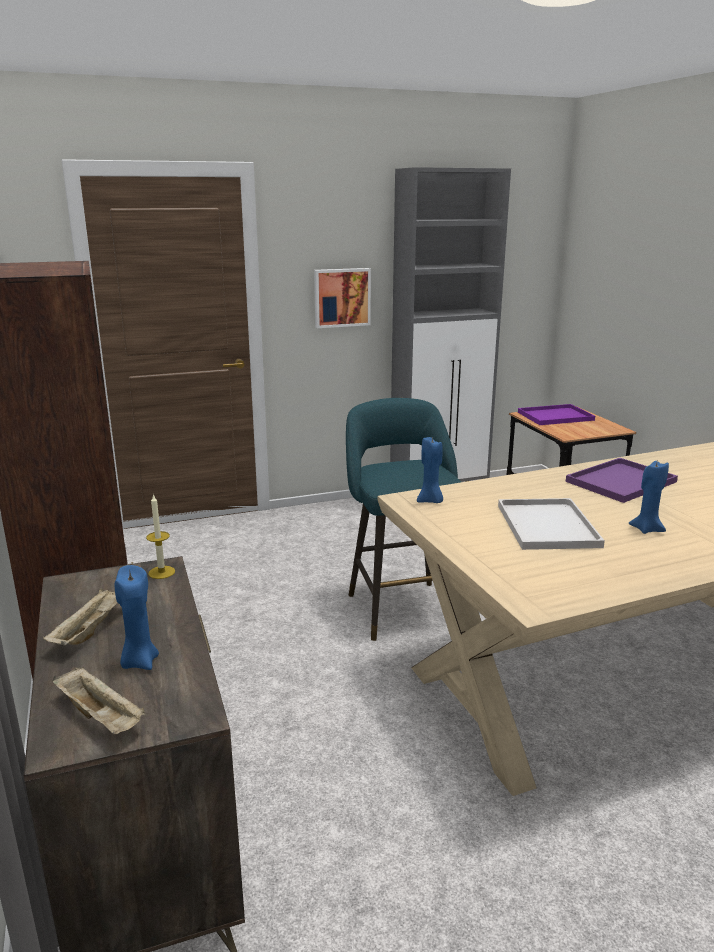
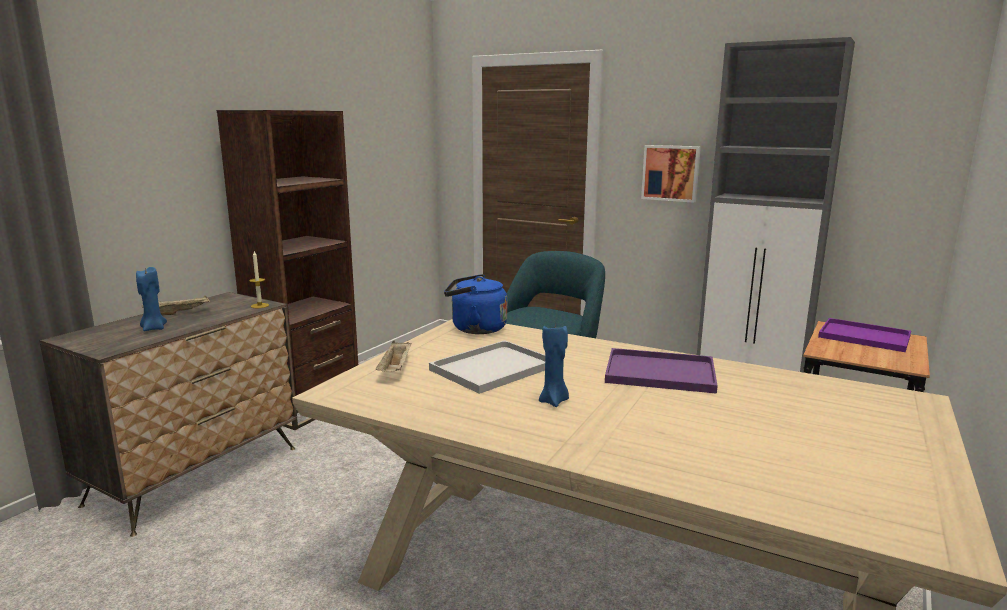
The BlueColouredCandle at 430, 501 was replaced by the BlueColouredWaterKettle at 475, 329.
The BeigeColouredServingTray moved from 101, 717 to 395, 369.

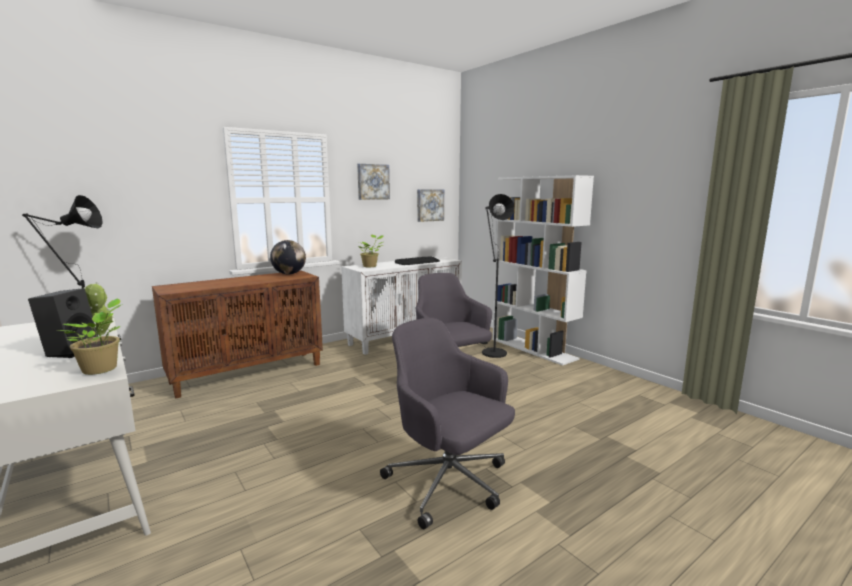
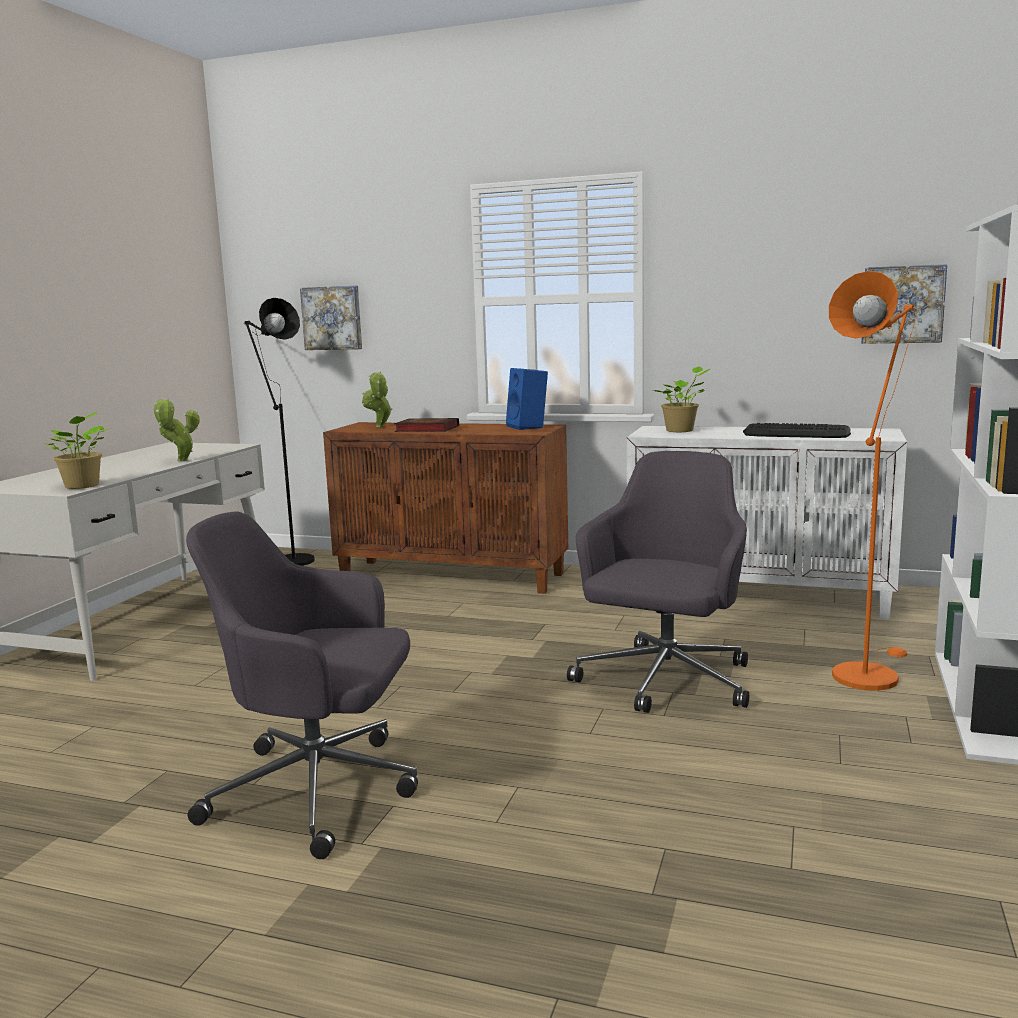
The WallPicture moved from 372, 182 to 332, 318.
The BlackishStandardLamp at 491, 351 became the OrangeyStandardLamp at 867, 673.
The DeskGlobe at 289, 274 was replaced by the BlueColouredAudioSpeaker at 528, 427.
The BlackishAudioSpeaker at 71, 351 disappeared.
The GreyishOfficeChair at 449, 483 turned 90 degrees counterclockwise.
The PottedPlant at 380, 427 appeared.
The Book at 425, 429 appeared.

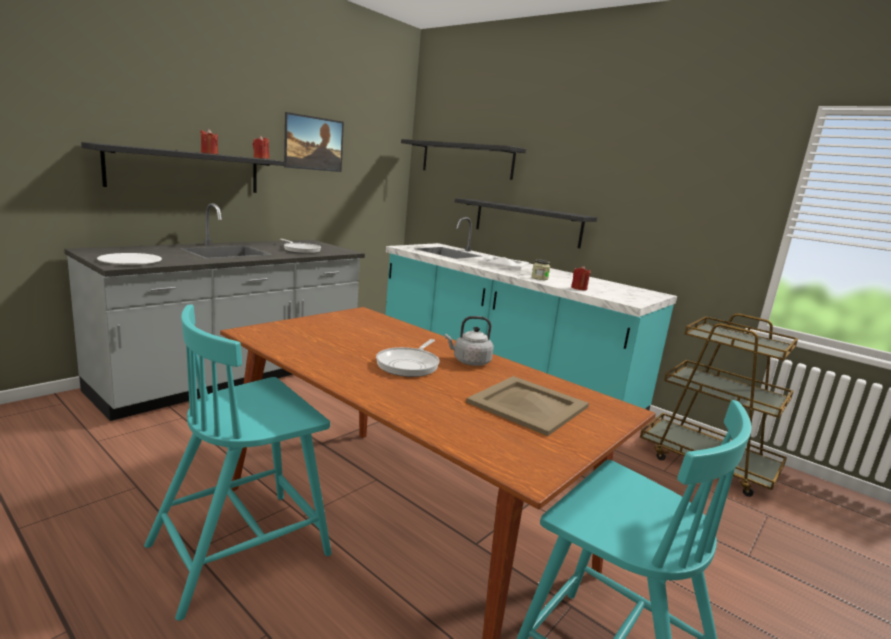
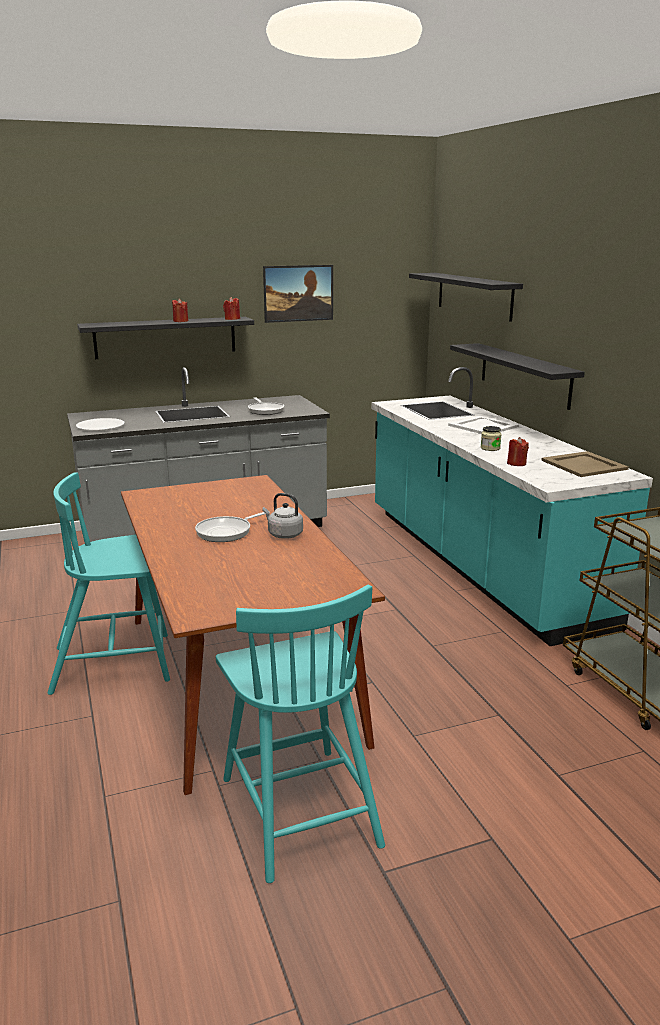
The BeigeColouredServingTray moved from 529, 404 to 584, 465.

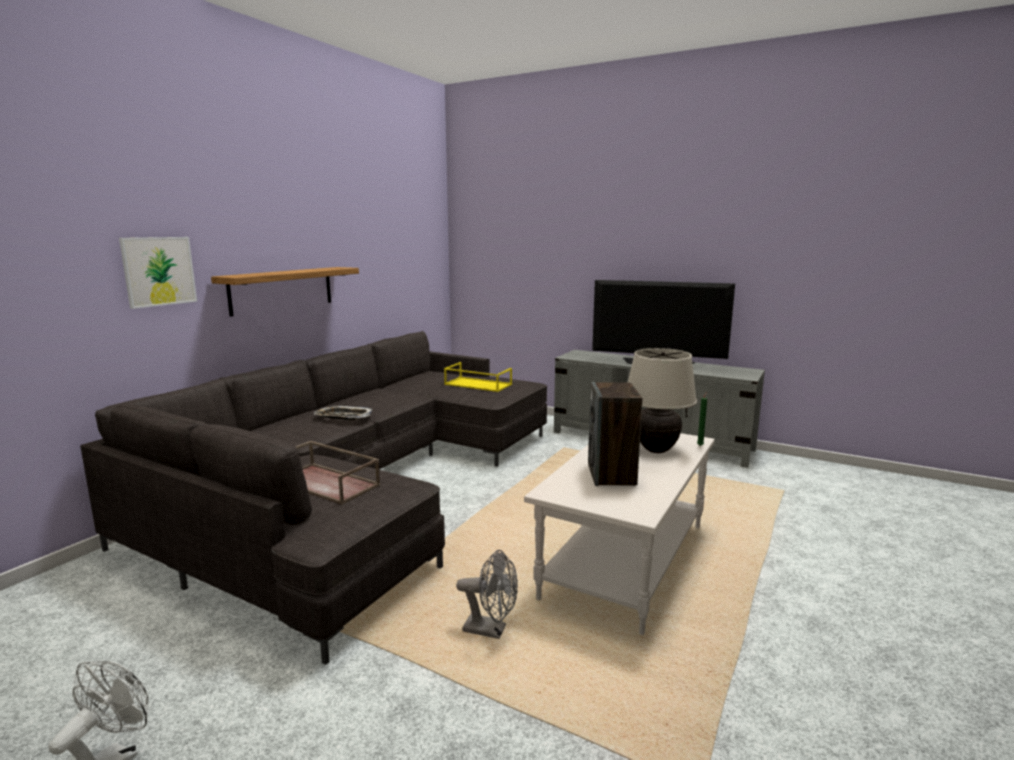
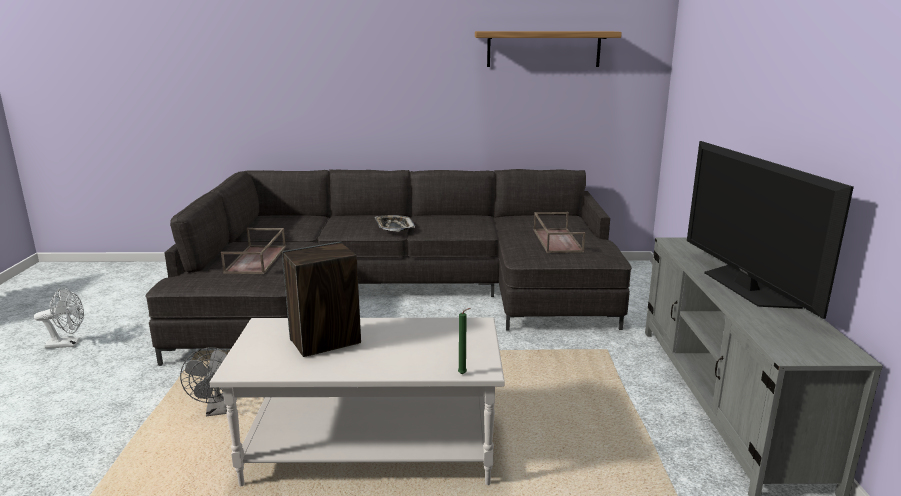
The WallPicture at 159, 271 disappeared.
The Shelf moved from 282, 290 to 543, 49.
The BeigeColouredLampForATable at 656, 450 disappeared.
The YellowColouredServingTray at 477, 384 became the BrownColouredServingTray at 556, 240.

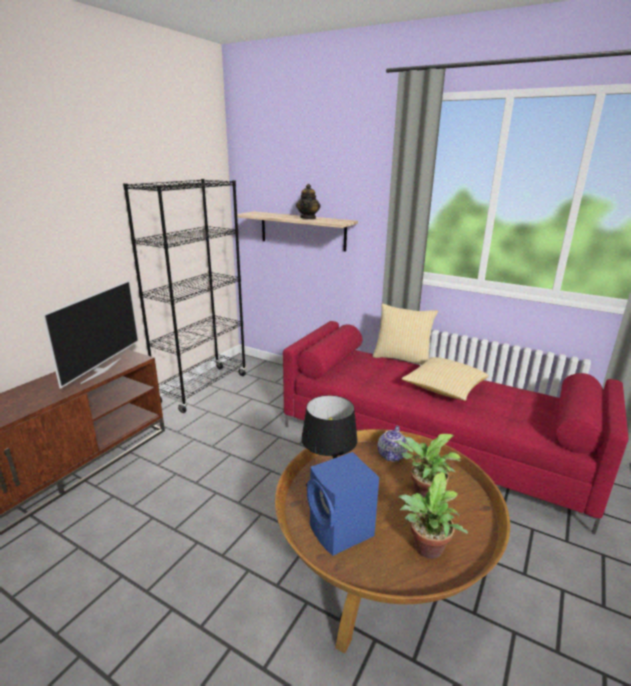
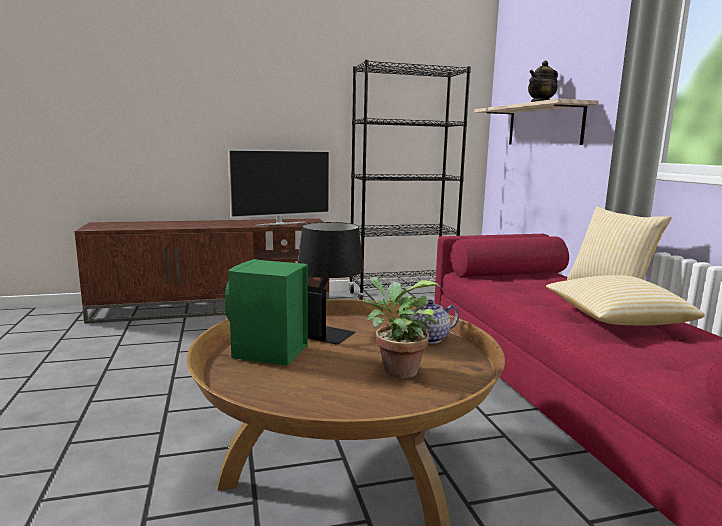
The BlueColouredAudioSpeaker at 342, 532 became the GreenishAudioSpeaker at 268, 353.
The PottedPlant at 427, 551 disappeared.

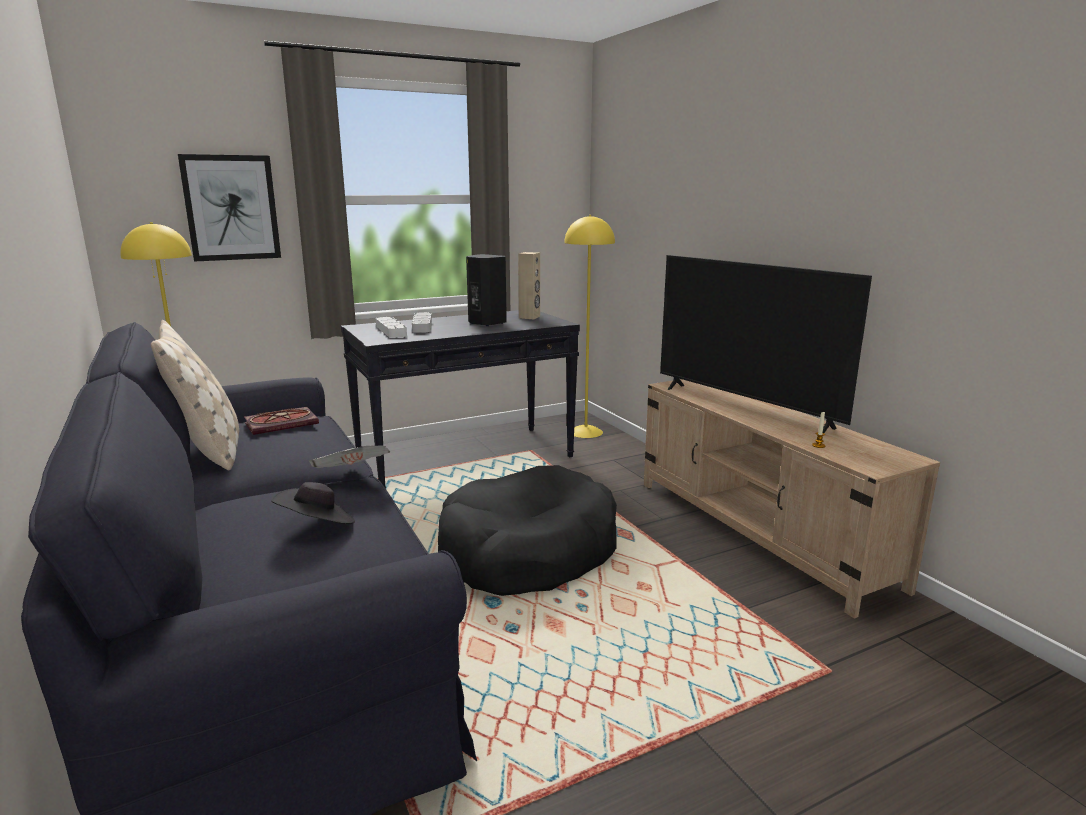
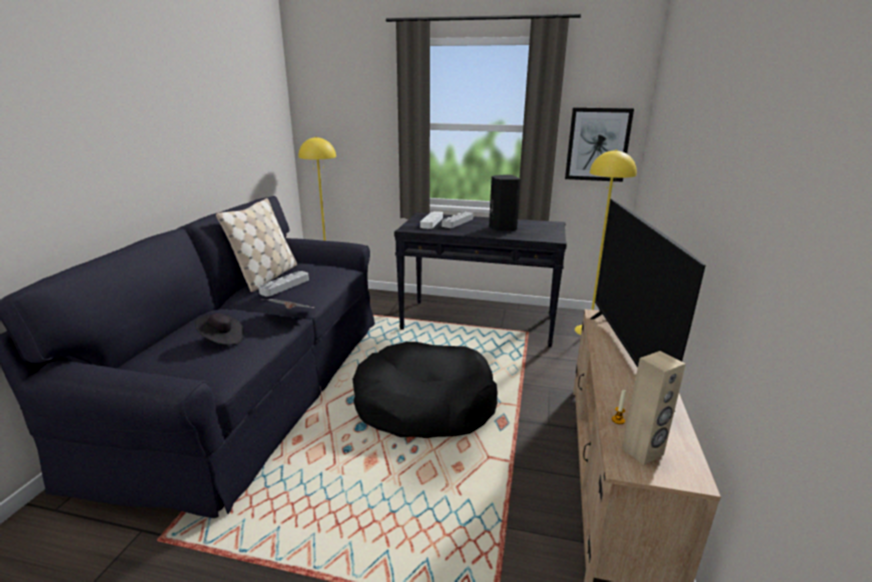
The WallPicture moved from 231, 208 to 597, 144.
The BeigeColouredAudioSpeaker moved from 529, 317 to 643, 452.
The Book at 283, 423 disappeared.
The GreyishServingTray at 285, 286 appeared.

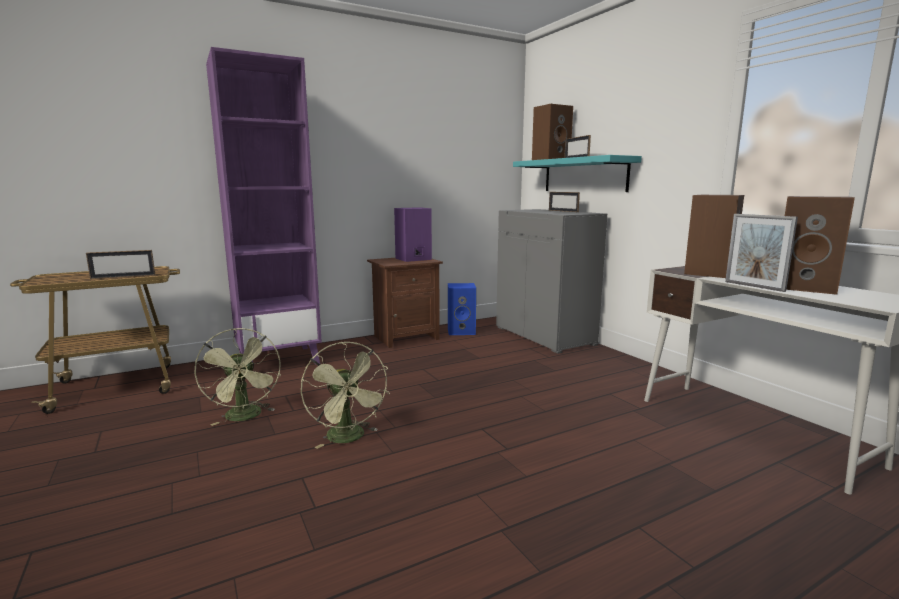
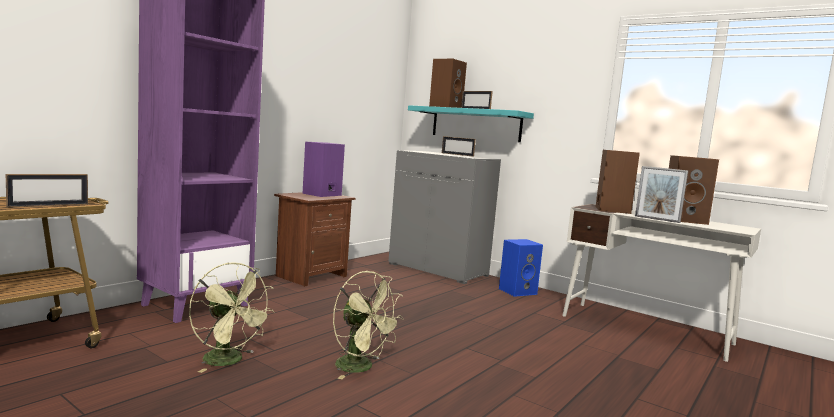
The BlueColouredAudioSpeaker moved from 462, 331 to 518, 291.

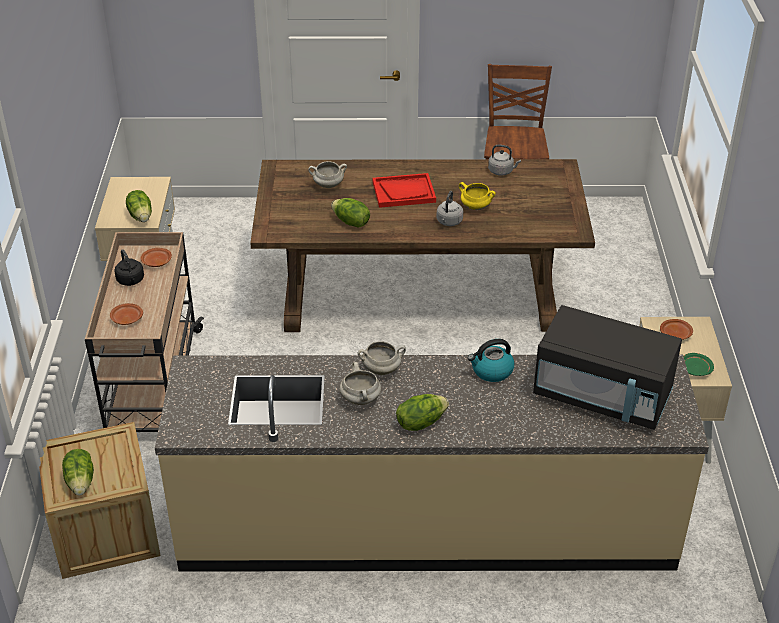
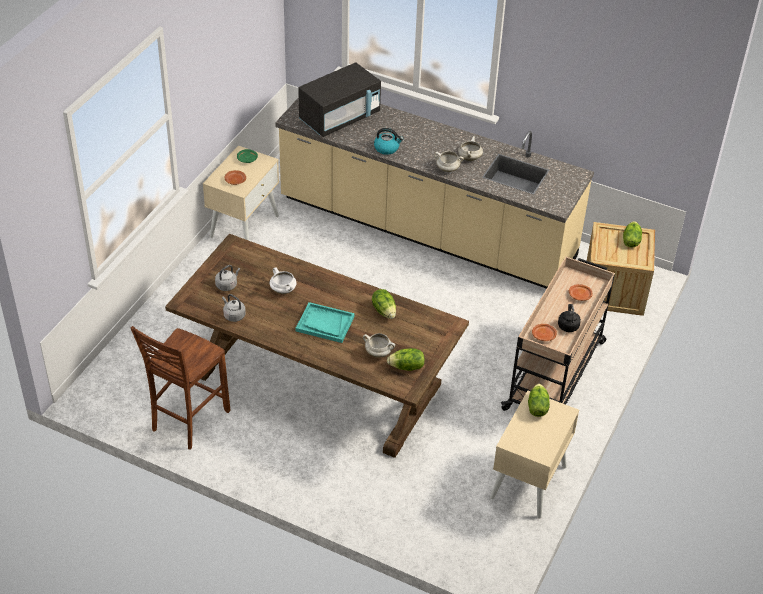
The RedServingTray at 404, 192 became the TurquoiseColouredServingTray at 325, 324.
The YellowColouredCookingPot at 475, 207 became the WhiteColouredCookingPot at 283, 290.
The GreyishWaterKettle moved from 449, 222 to 227, 285.
The BlackishKitchenMicrowave at 602, 396 turned 90 degrees clockwise.
The LettuceHead moved from 420, 422 to 407, 367.

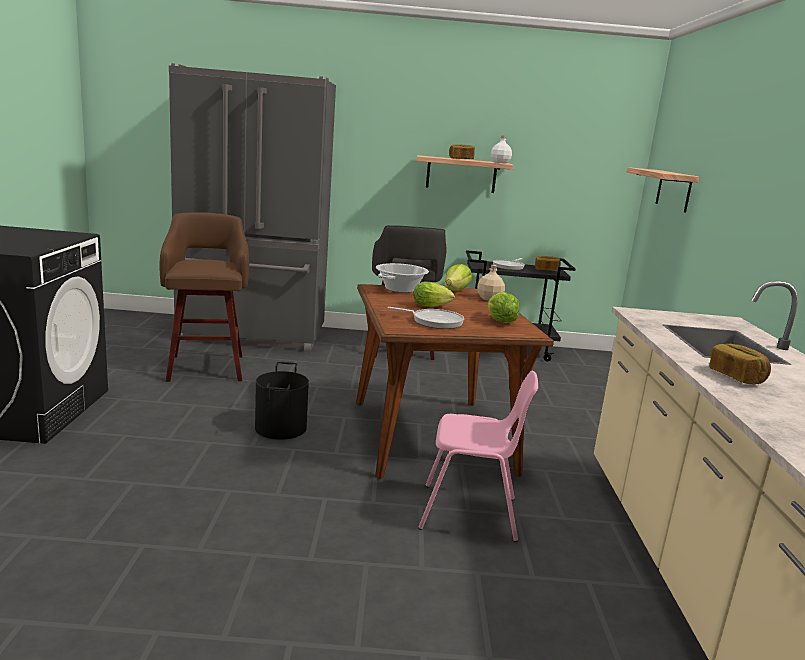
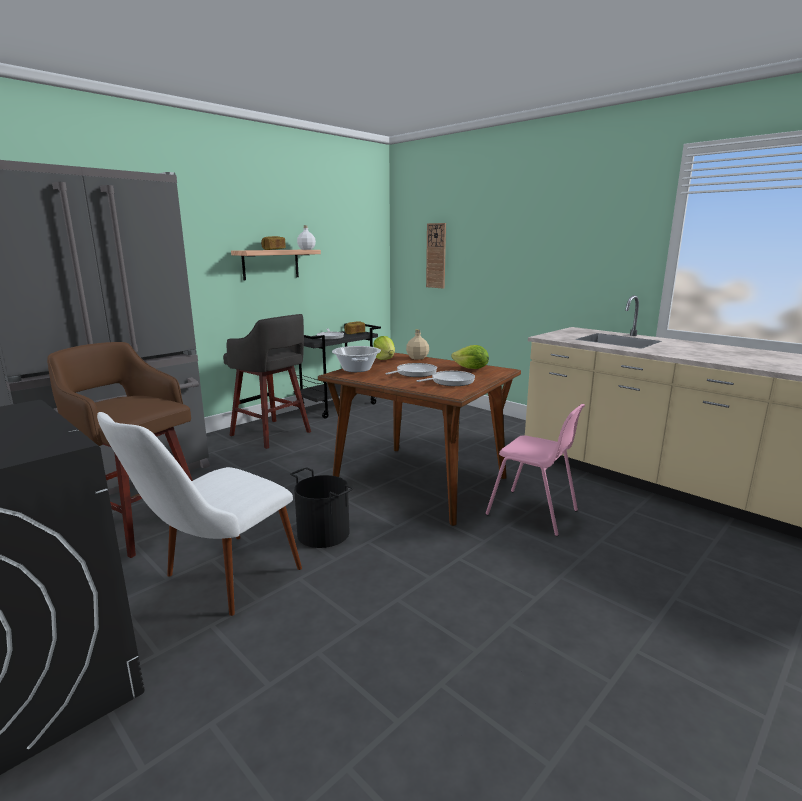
The Shelf at 673, 190 was replaced by the HangingClock at 436, 256.
The LettuceHead at 432, 306 was replaced by the Pan at 414, 373.
The Bread at 736, 377 disappeared.
The PinkChair at 470, 513 turned 75 degrees clockwise.
The WhiteColouredChair at 216, 583 appeared.

